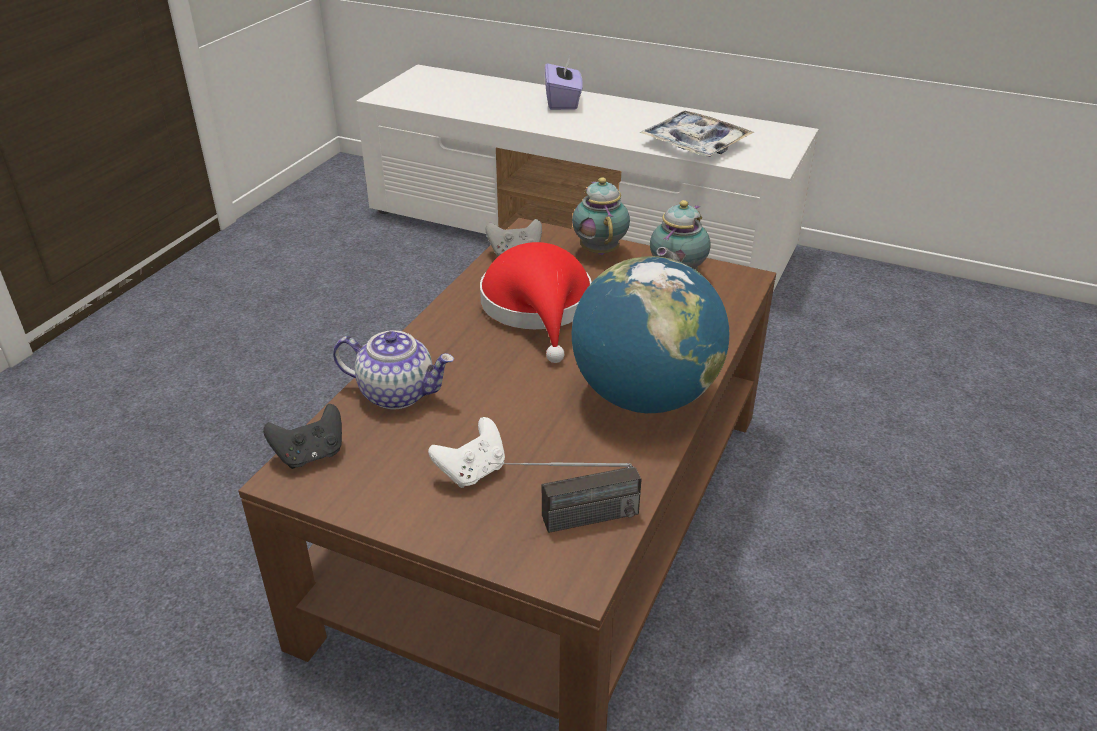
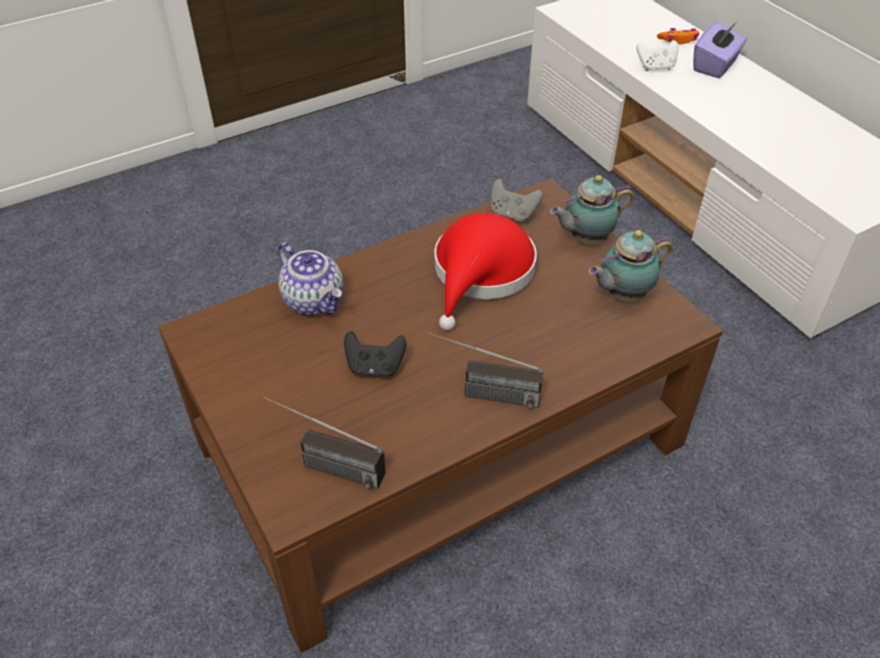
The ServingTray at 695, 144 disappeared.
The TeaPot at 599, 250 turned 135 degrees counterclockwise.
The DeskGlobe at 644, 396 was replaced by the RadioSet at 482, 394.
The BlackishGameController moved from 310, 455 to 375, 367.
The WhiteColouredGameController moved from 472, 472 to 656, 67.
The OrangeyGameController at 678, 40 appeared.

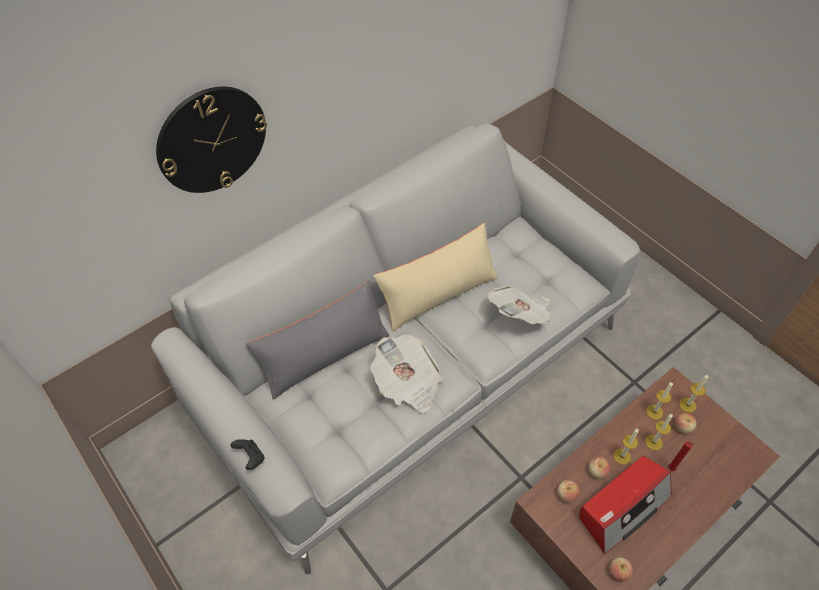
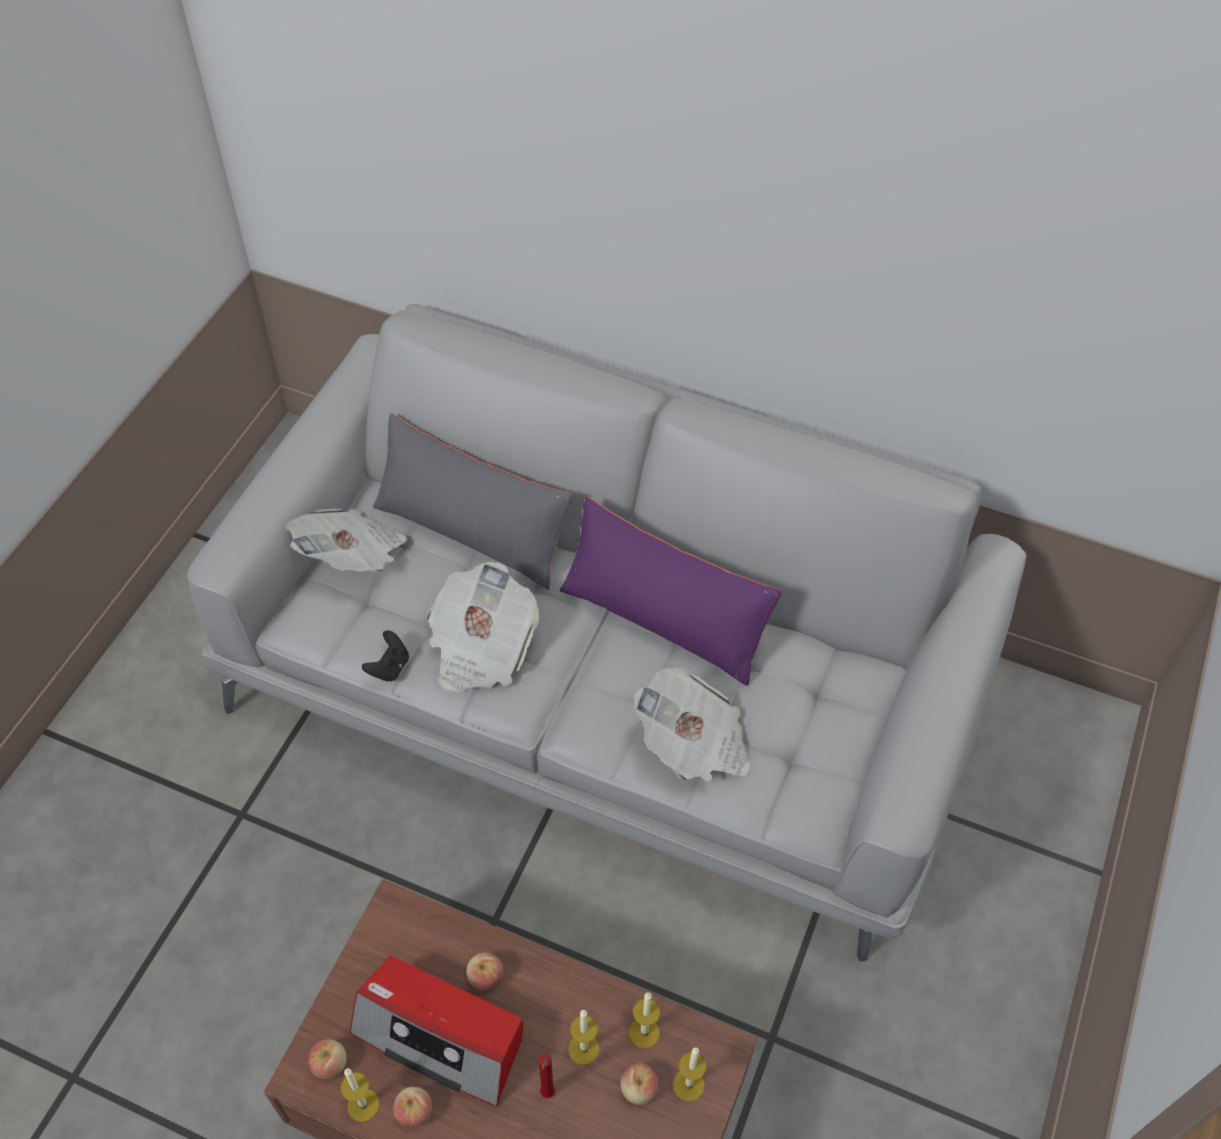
The HangingClock at 212, 140 disappeared.
The BeigeColouredThrowPillow at 438, 293 became the PurpleColouredThrowPillow at 664, 618.
The Candle moved from 622, 456 to 363, 1105.
The BlackishGameController moved from 251, 457 to 389, 667.
The WholeApple moved from 566, 494 to 414, 1111.
The DailyPaper at 352, 556 appeared.

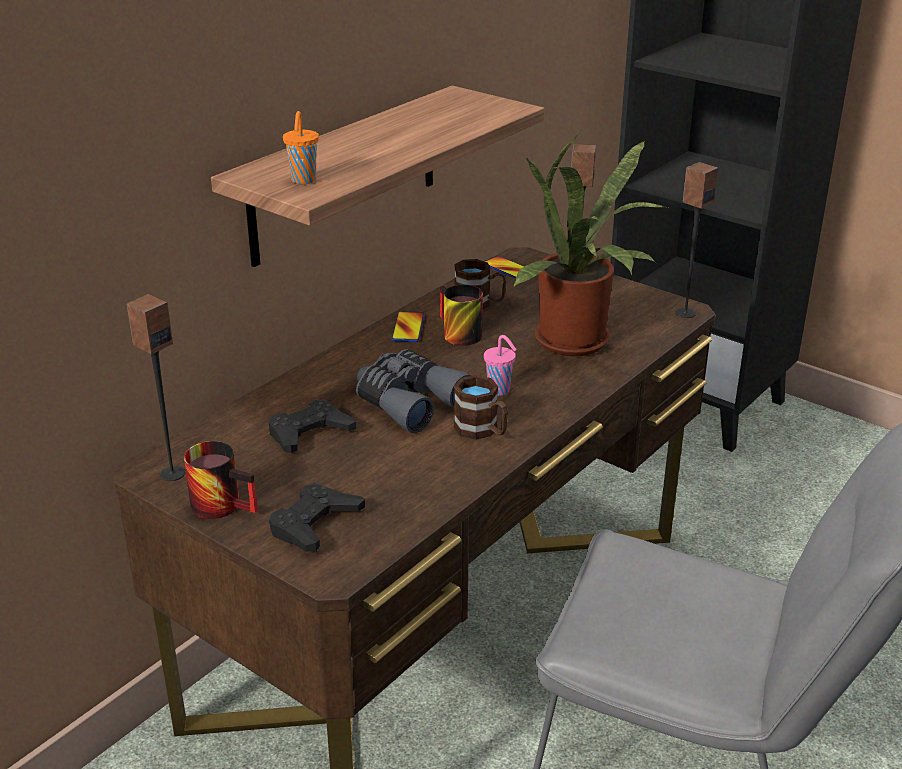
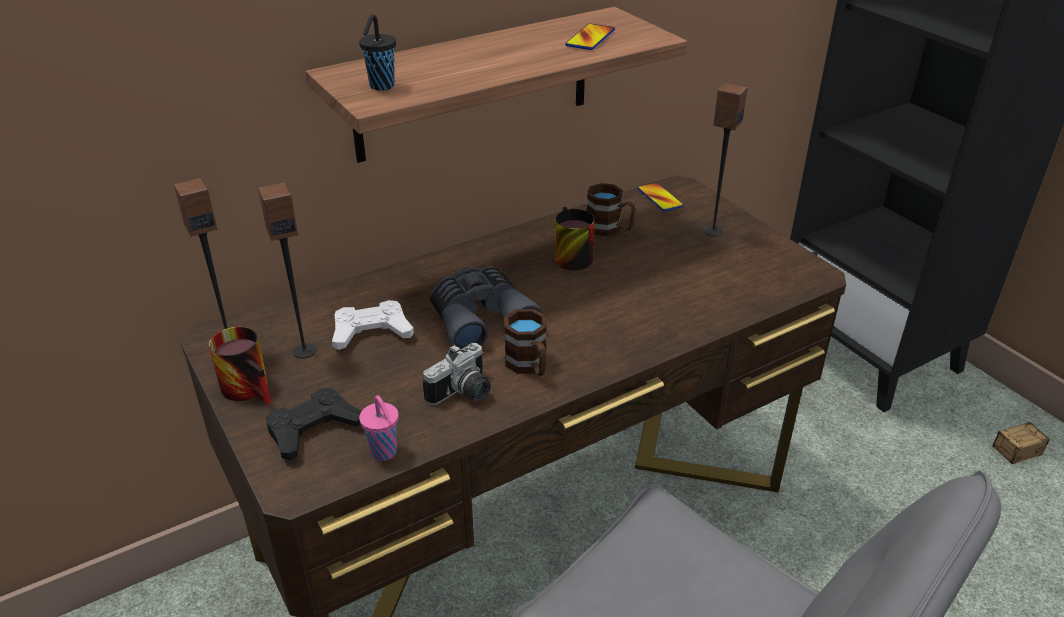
The OrangeyDrinkingCup at 303, 181 became the BlackishDrinkingCup at 381, 86.
The PottedPlant at 578, 343 disappeared.
The AudioSpeaker moved from 685, 313 to 304, 350.
The Telephone moved from 408, 328 to 590, 38.
The PinkDrinkingCup moved from 500, 391 to 384, 453.
The BlackishGameController at 309, 433 became the WhiteColouredGameController at 371, 332.
The PhotoCamera at 463, 394 appeared.
The StorageContainer at 995, 458 appeared.

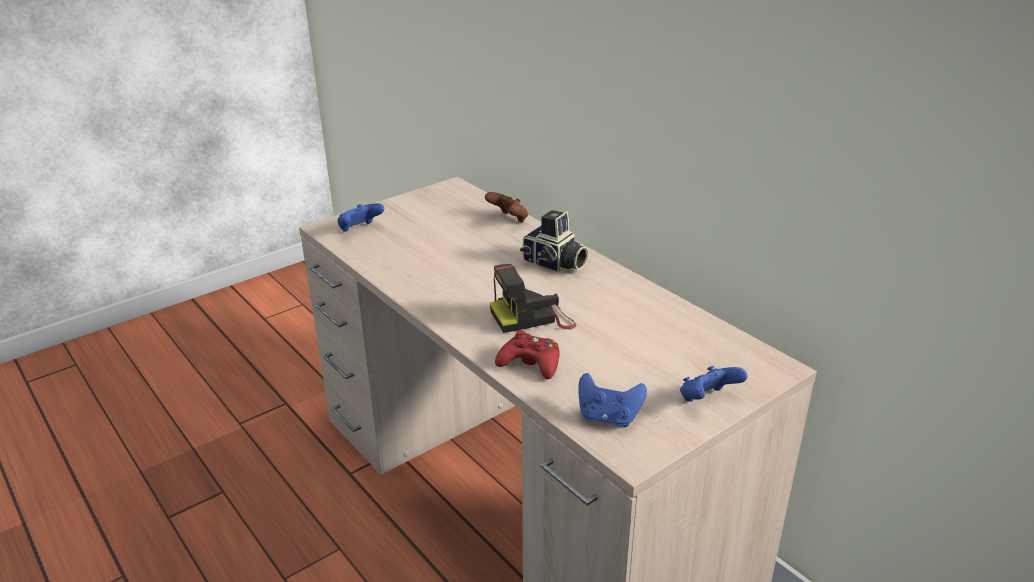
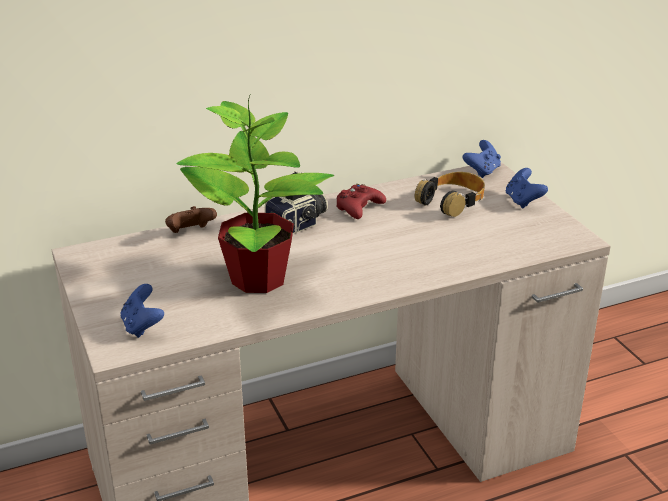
The PhotoCamera at 533, 317 disappeared.
The RedGameController moved from 530, 363 to 359, 207.
The BlueColouredGameController moved from 608, 417 to 482, 171.
The PottedPlant at 260, 279 appeared.
The Headset at 452, 201 appeared.

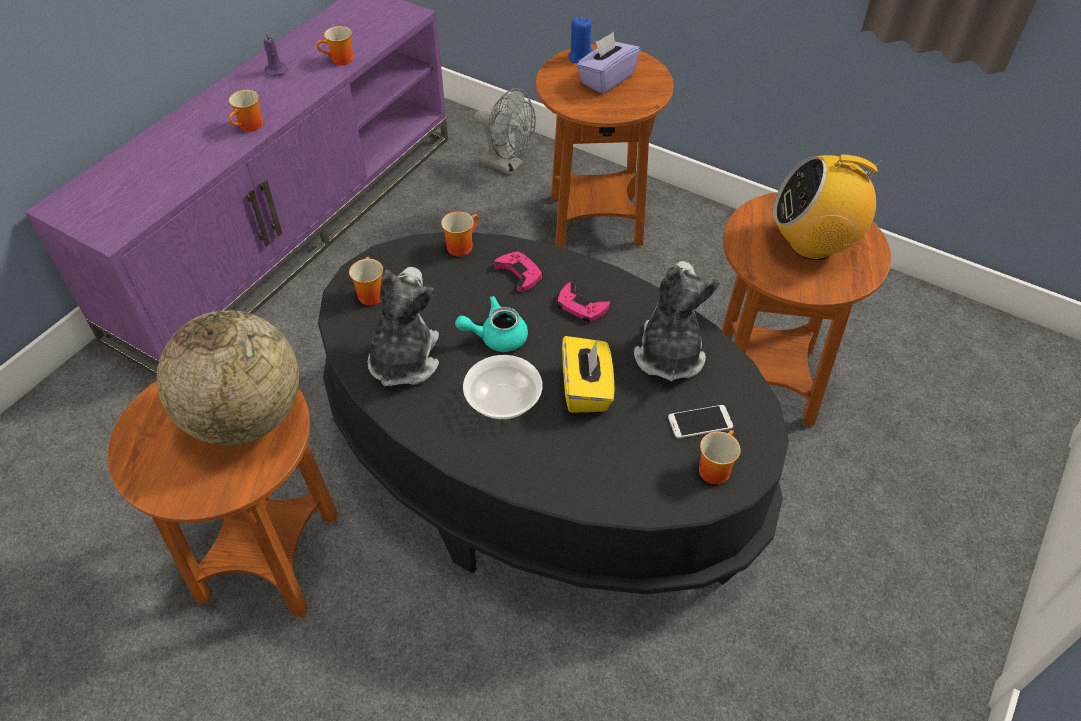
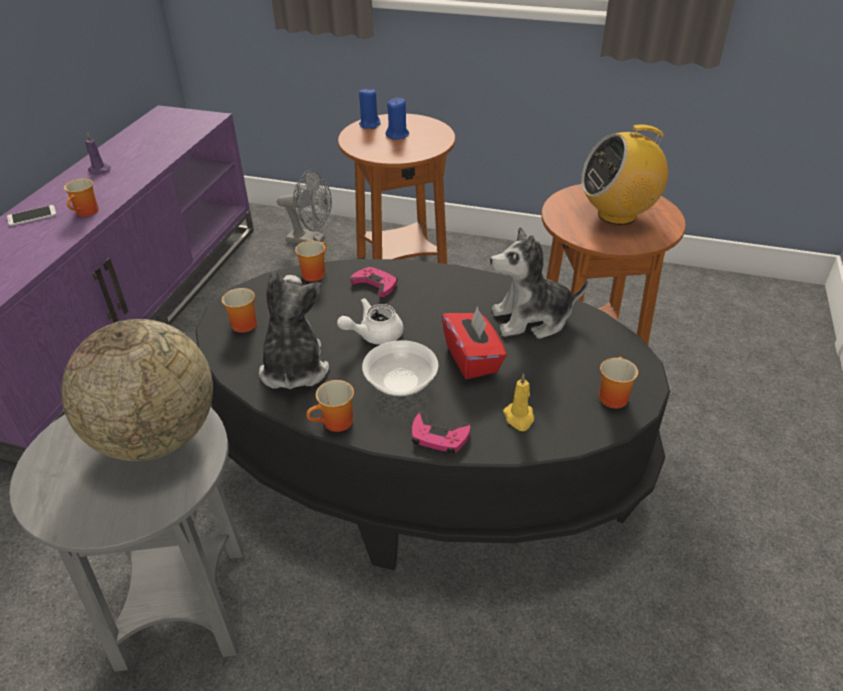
The TeaMug moved from 340, 60 to 336, 424.
The PurpleColouredTissueBox at 606, 79 was replaced by the BlueColouredCandle at 397, 135.
The CuddlyToy at 668, 354 turned 90 degrees counterclockwise.
The PinkGameController moved from 581, 306 to 439, 437.
The TurquoiseColouredTeaPot at 496, 337 became the WhiteColouredTeaPot at 374, 335.
The YellowColouredTissueBox at 586, 389 became the RedTissueBox at 472, 359.
The BrownColouredAccentTable at 269, 556 became the GreyishAccentTable at 183, 606.
The Telephone moved from 700, 422 to 32, 216.
The YellowColouredCandle at 519, 418 appeared.

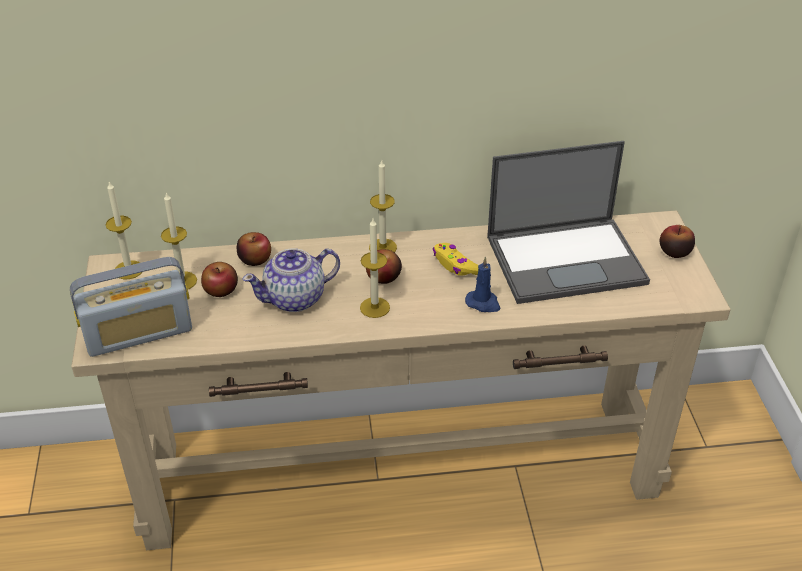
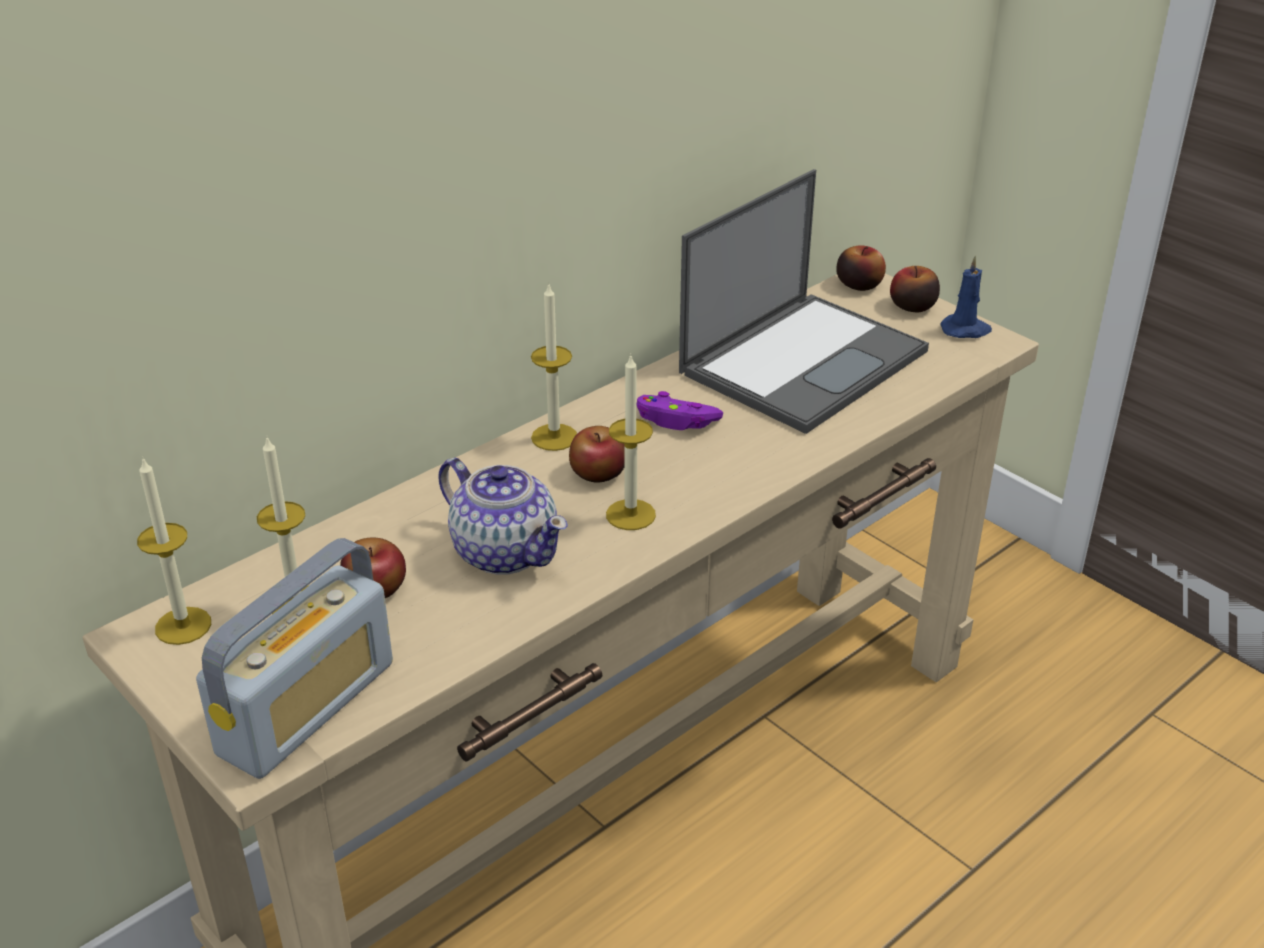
The WholeApple moved from 255, 259 to 859, 284.
The YellowColouredGameController at 455, 265 became the PurpleColouredGameController at 676, 420.
The TeaPot at 295, 298 turned 75 degrees counterclockwise.
The BlueColouredCandle moved from 483, 303 to 966, 330.

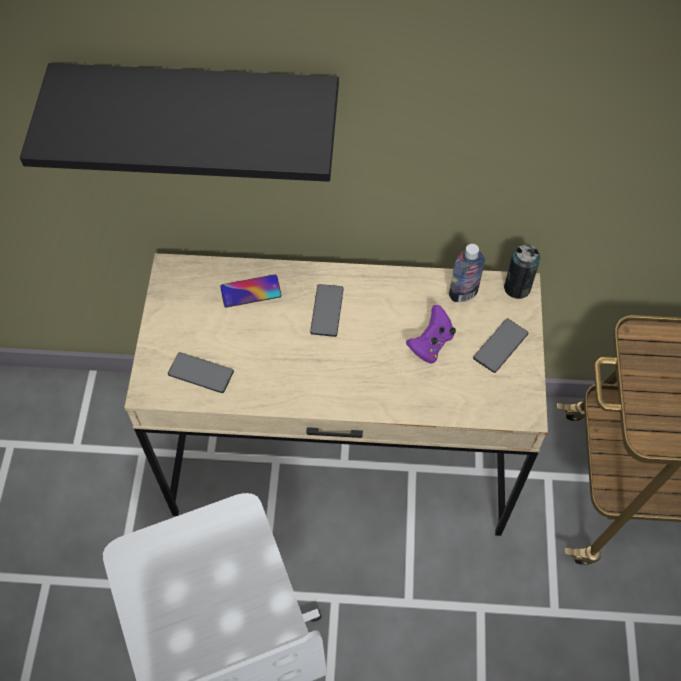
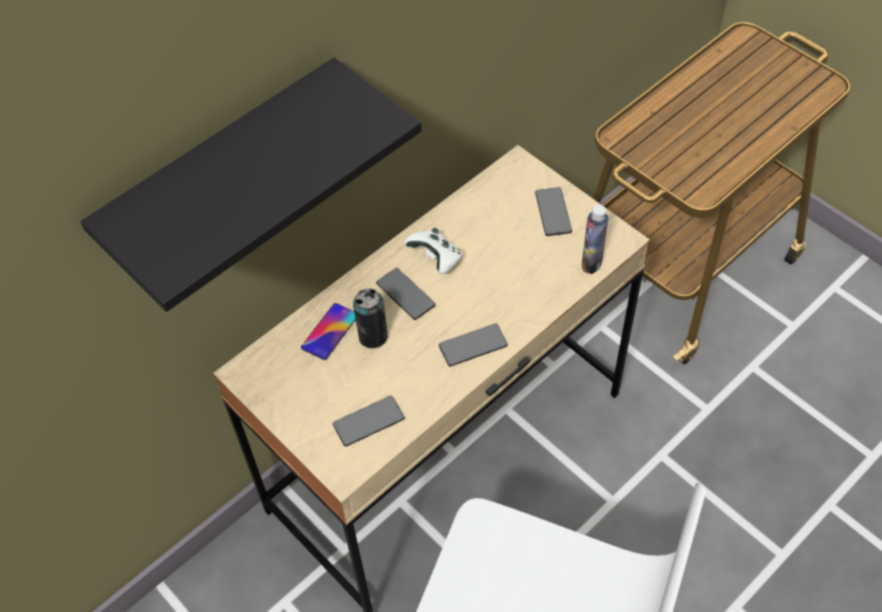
The Bottle moved from 463, 294 to 591, 262.
The Can moved from 517, 288 to 373, 336.
The PurpleColouredGameController at 431, 344 disappeared.
The WhiteColouredGameController at 436, 259 appeared.
The Telephone at 473, 345 appeared.

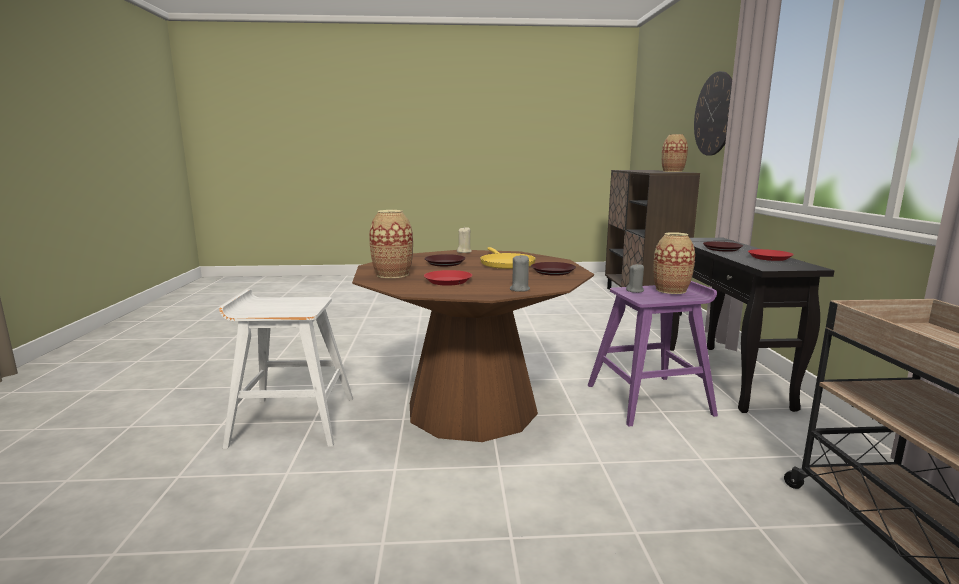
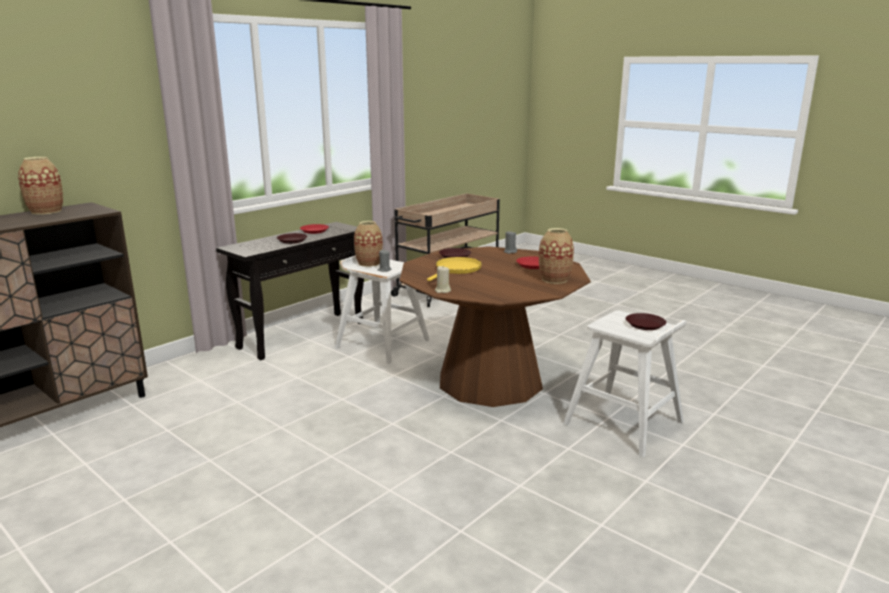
The HangingClock at 714, 114 disappeared.
The BrownColouredPlate moved from 445, 263 to 645, 325.
The PurpleColouredStool at 650, 399 became the WhiteColouredStool at 381, 343.

